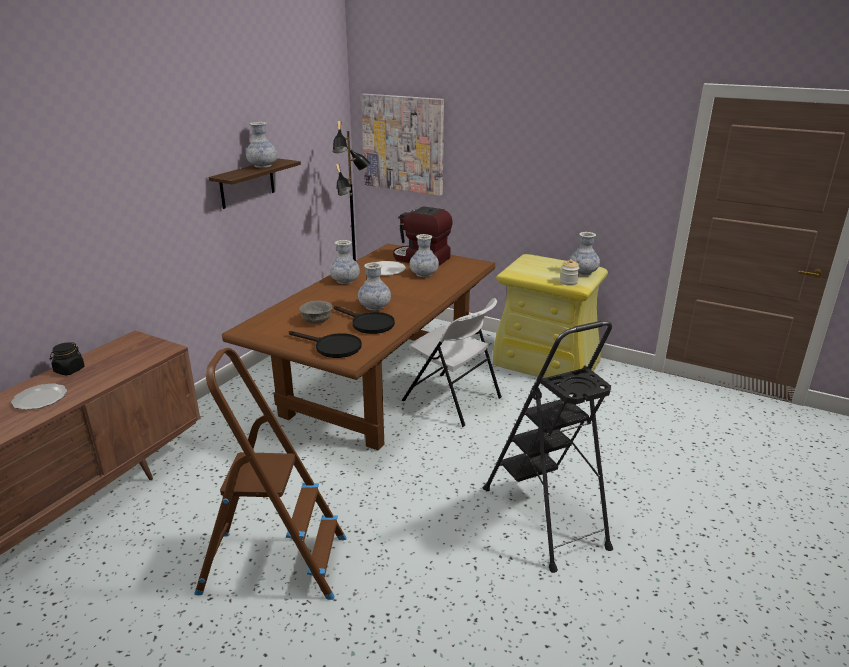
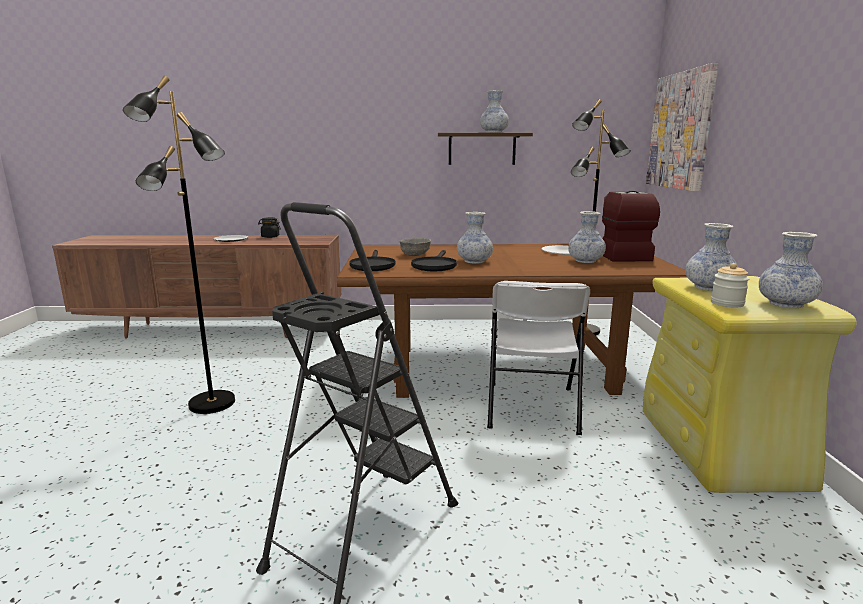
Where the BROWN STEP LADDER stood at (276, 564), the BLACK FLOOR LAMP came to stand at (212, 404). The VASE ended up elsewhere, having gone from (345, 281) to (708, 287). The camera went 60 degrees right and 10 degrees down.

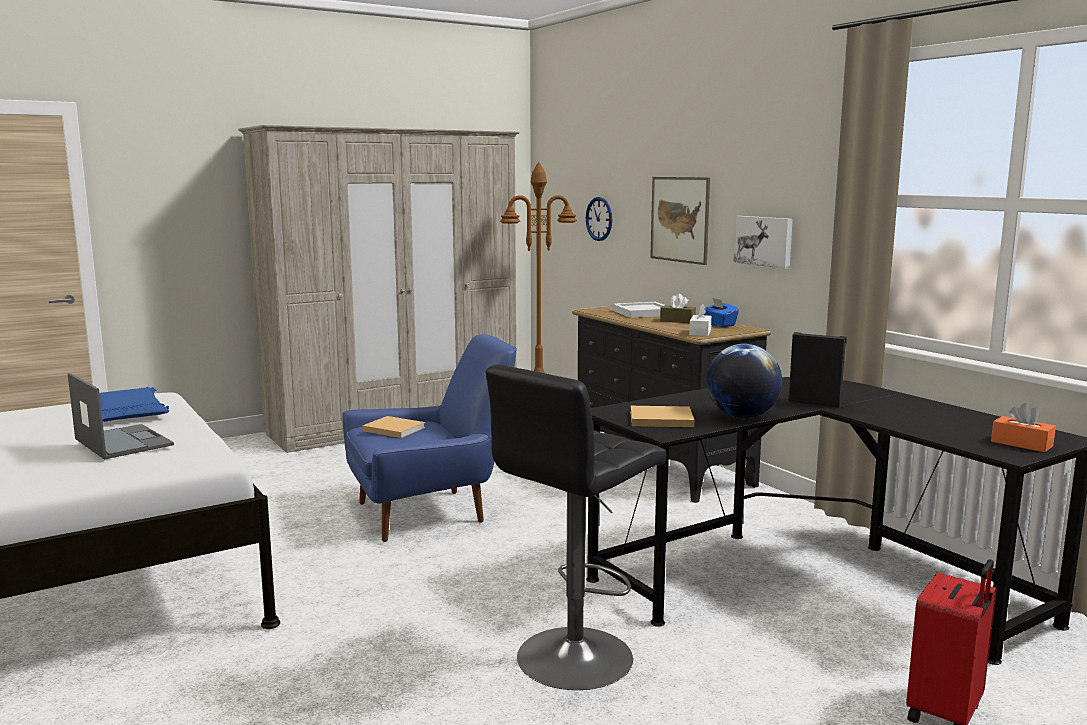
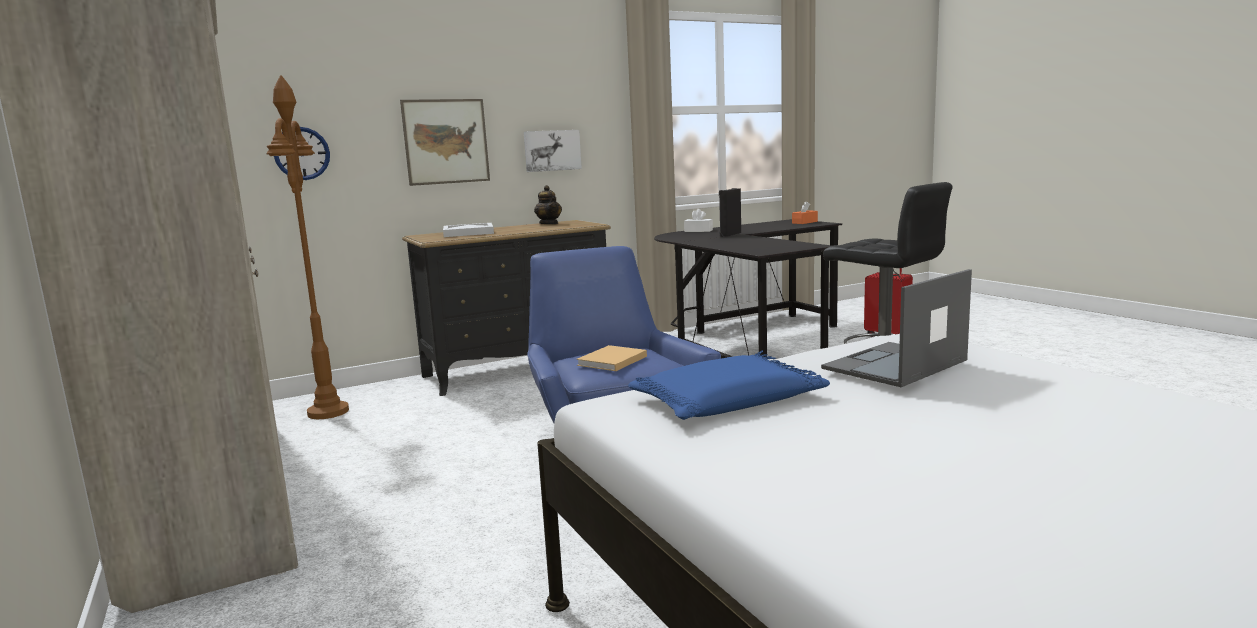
The second view lost the BEIGE BOOK at (659, 419). The second view lost the BROWN TISSUE BOX at (677, 321). The WHITE TISSUE BOX ended up elsewhere, having gone from (700, 332) to (698, 231). Where the BLUE TISSUE BOX stood at (718, 325), the TEAPOT came to stand at (549, 224). The second view lost the GLOBE at (742, 416). The camera went 85 degrees left and 0 degrees up.

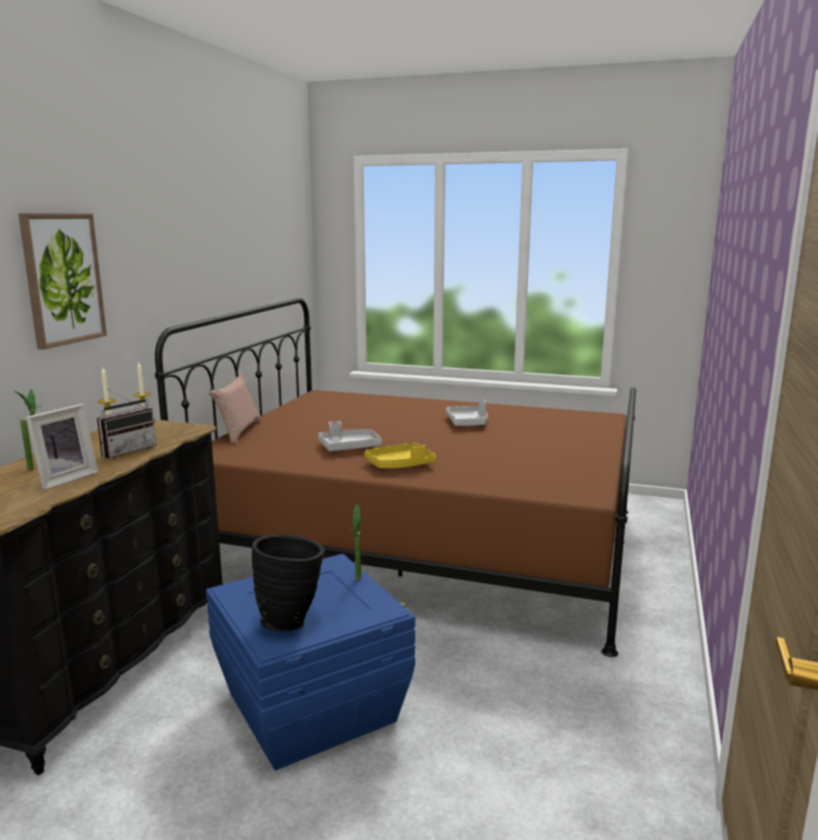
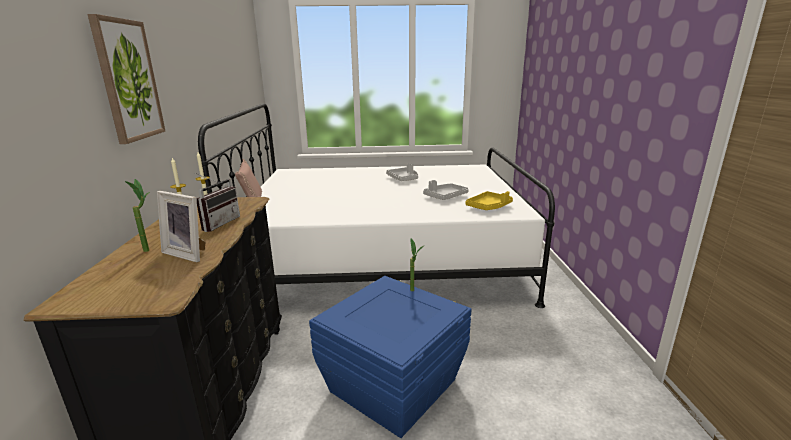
The PICTURE FRAME at (64, 478) ended up facing another way, 105 degrees clockwise from before. What was the BROWN BED at (423, 542) turned into the WHITE BED at (385, 259). The second view lost the BLACK VASE at (291, 621). The GREY TRAY ended up elsewhere, having gone from (349, 447) to (445, 196). The YELLOW TRAY ended up elsewhere, having gone from (400, 465) to (489, 207). The camera went 20 degrees left and 5 degrees up.

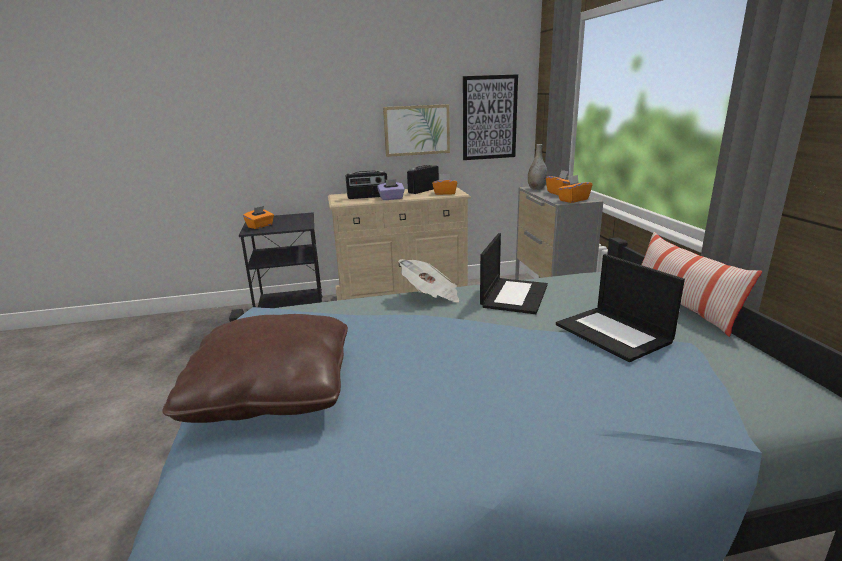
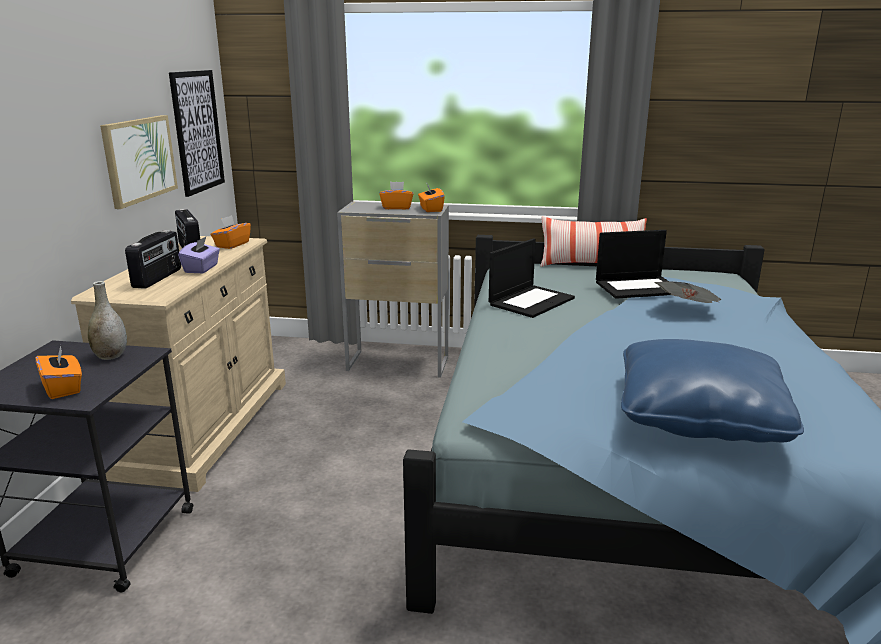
What was the BROWN PILLOW at (271, 390) turned into the BLUE PILLOW at (699, 416). The NEWSPAPER ended up elsewhere, having gone from (431, 296) to (687, 309). The LAPTOP at (514, 295) ended up facing another way, 90 degrees clockwise from before. The GREY VASE ended up elsewhere, having gone from (536, 188) to (111, 356). The camera went 70 degrees left and 0 degrees up.

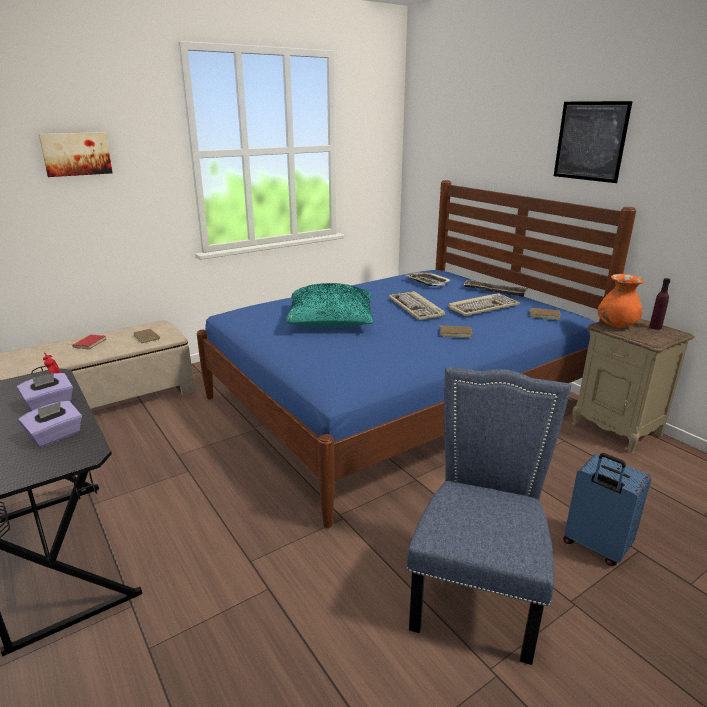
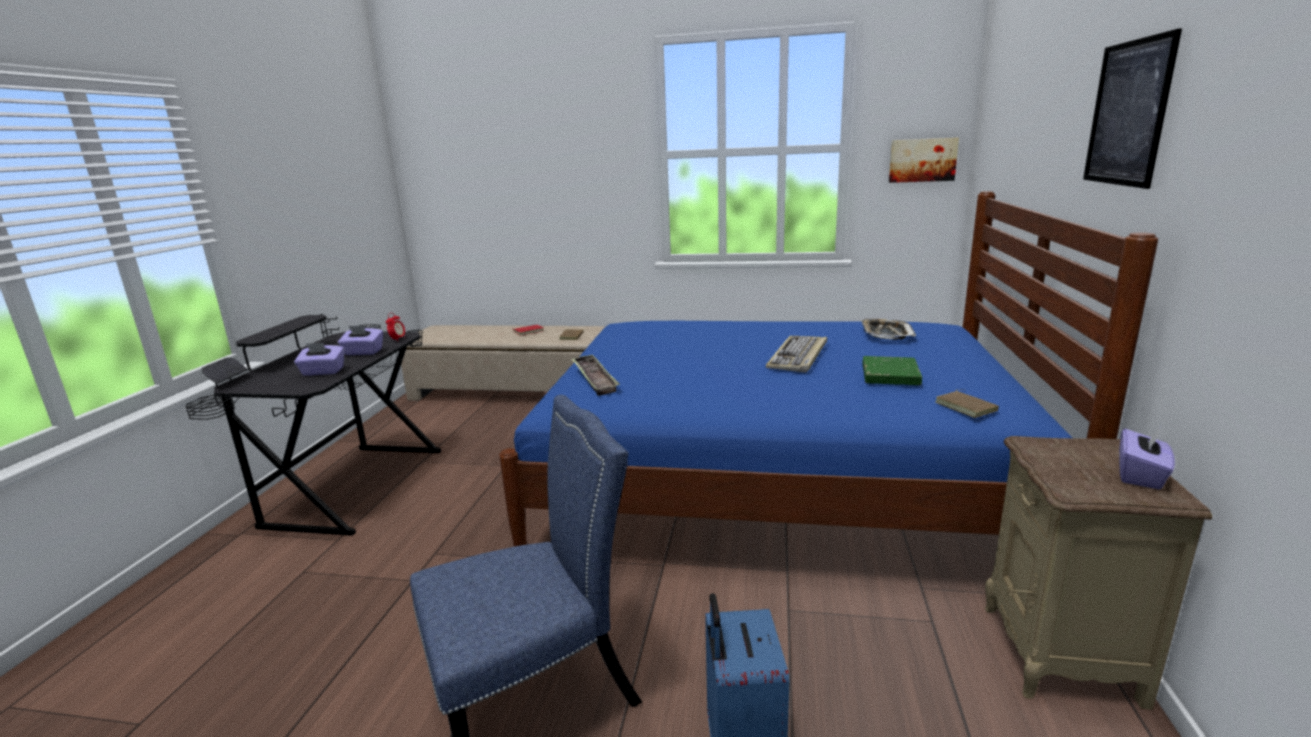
The PICTURE ended up elsewhere, having gone from (76, 154) to (922, 160). The second view lost the TURQUOISE PILLOW at (330, 319). The second view lost the BROWN BOOK at (455, 333). Where the KEYBOARD stood at (483, 307), the GREEN BOOK came to stand at (890, 375). The TRAY ended up elsewhere, having gone from (494, 291) to (594, 379). The second view lost the ORANGE VASE at (616, 325). Where the PURPLE BOTTLE stood at (655, 327), the PURPLE TISSUE BOX came to stand at (1140, 475). The camera went 45 degrees right and 5 degrees down.

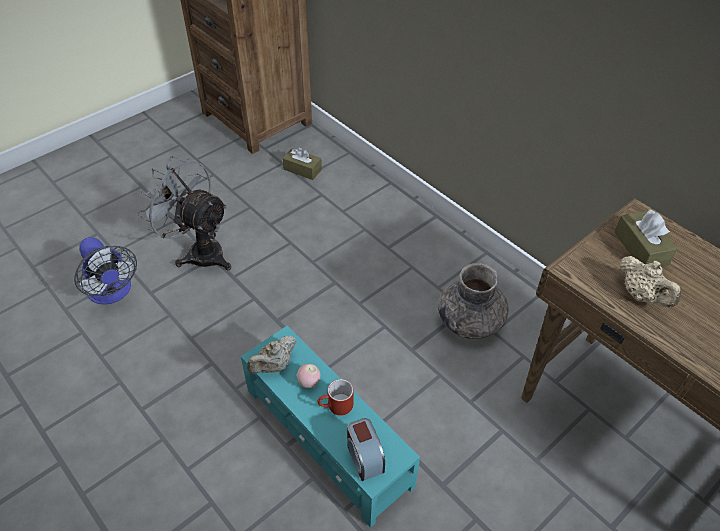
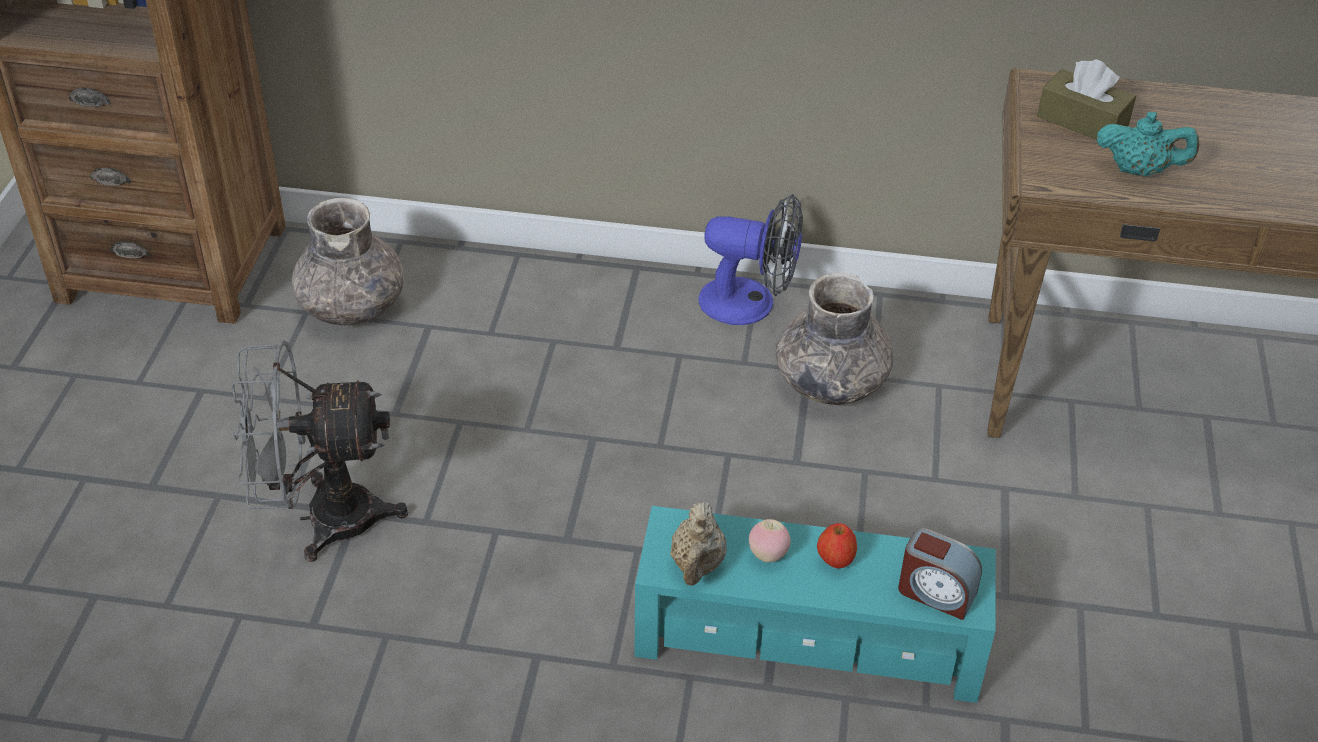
The FAN ended up elsewhere, having gone from (112, 293) to (750, 303). Where the BROWN TISSUE BOX stood at (302, 169), the GREY VASE came to stand at (352, 305). Where the RED MUG stood at (336, 407), the APPLE came to stand at (835, 560). What was the BEIGE TEAPOT at (641, 296) turned into the TURQUOISE TEAPOT at (1139, 171). The camera went 40 degrees left and 5 degrees down.

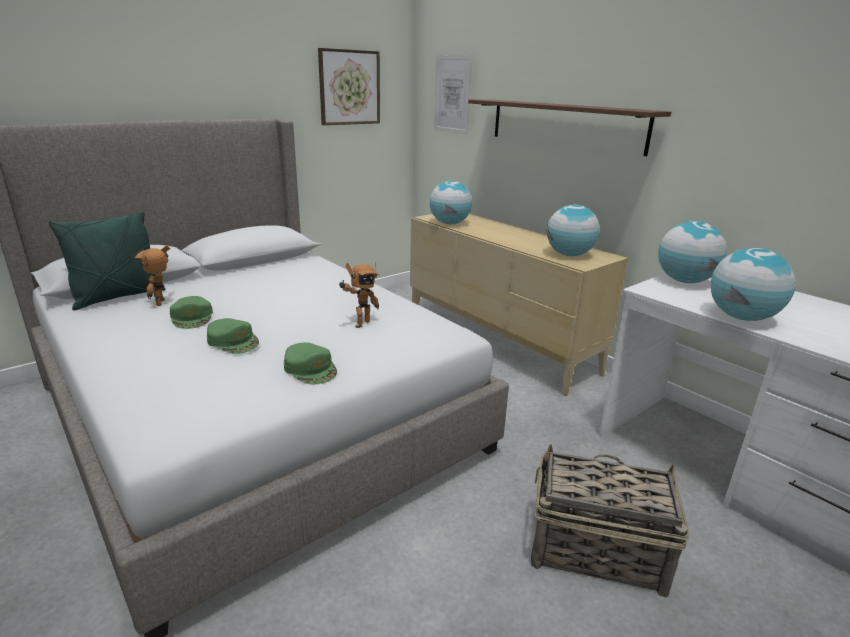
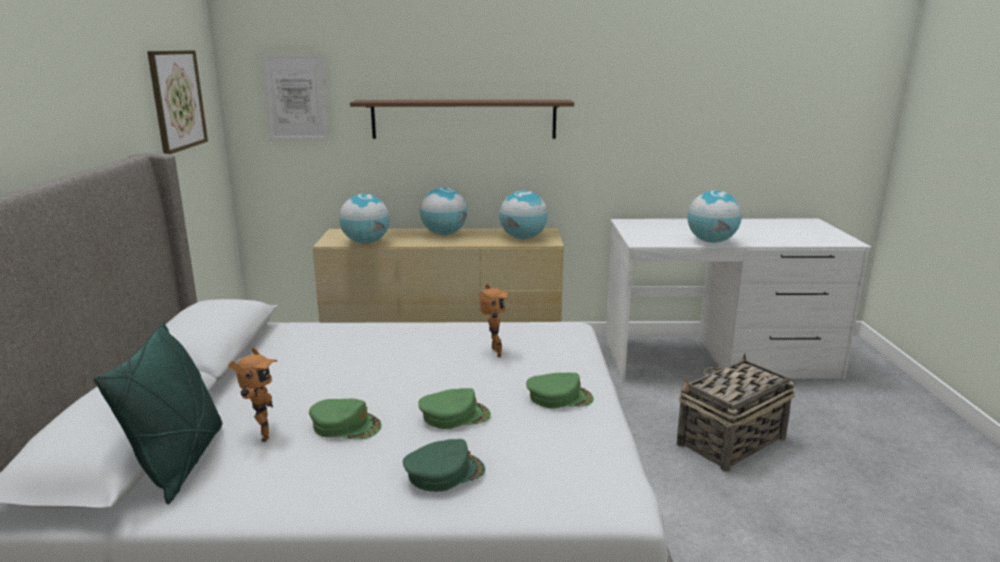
The TOY ROBOT at (163, 302) ended up facing another way, 135 degrees counterclockwise from before. The GLOBE ended up elsewhere, having gone from (684, 281) to (444, 234). The second view gained the GREEN CAP at (444, 472). The camera went 50 degrees left and 5 degrees down.

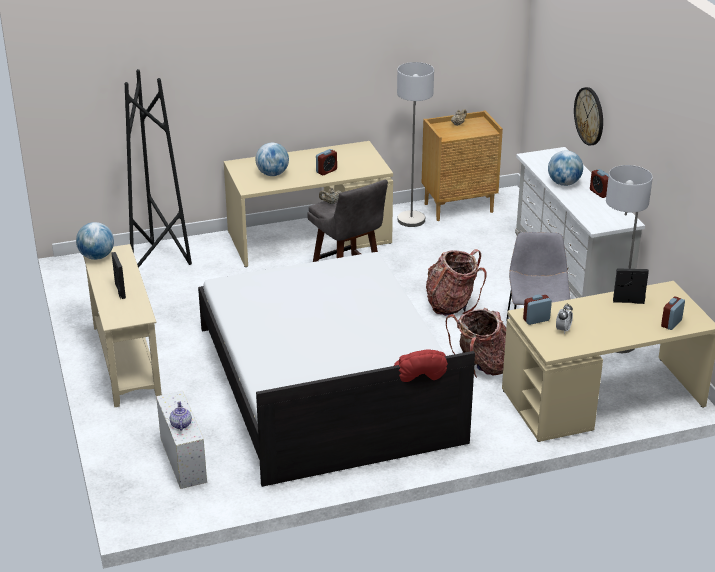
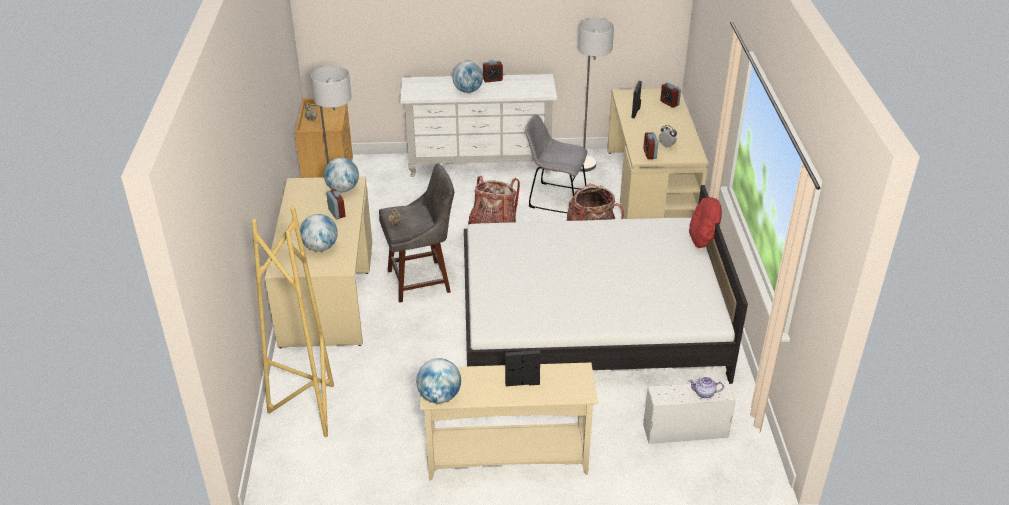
What was the BLACK CLOTHES RACK at (159, 260) turned into the YELLOW CLOTHES RACK at (309, 411). The second view lost the WALL CLOCK at (589, 116). The second view gained the GLOBE at (343, 189). The camera went 75 degrees left and 5 degrees up.

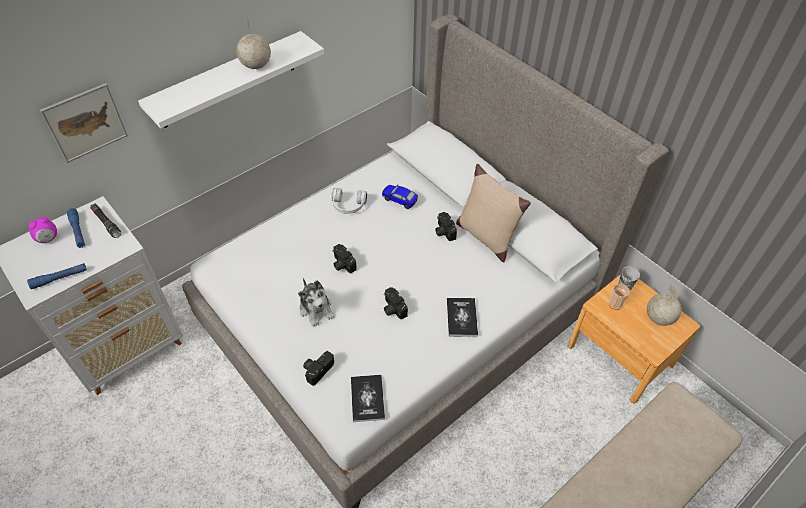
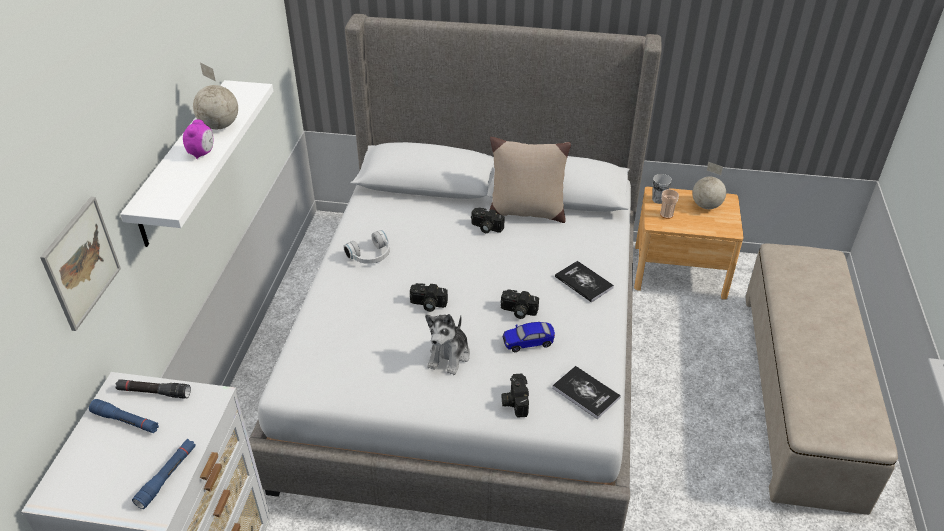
The ALARM CLOCK ended up elsewhere, having gone from (48, 239) to (202, 153). The PLUSH TOY at (316, 309) ended up facing another way, 90 degrees clockwise from before. The TOY CAR ended up elsewhere, having gone from (399, 200) to (528, 343). The camera went 40 degrees left and 10 degrees down.

